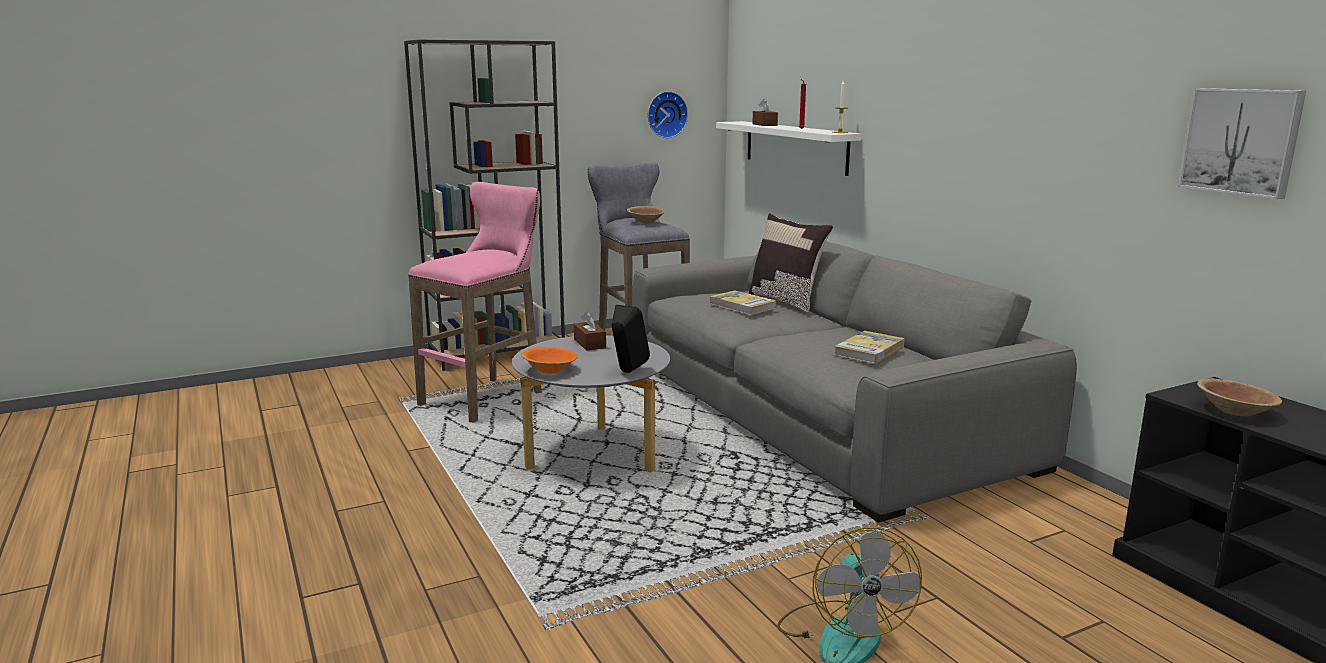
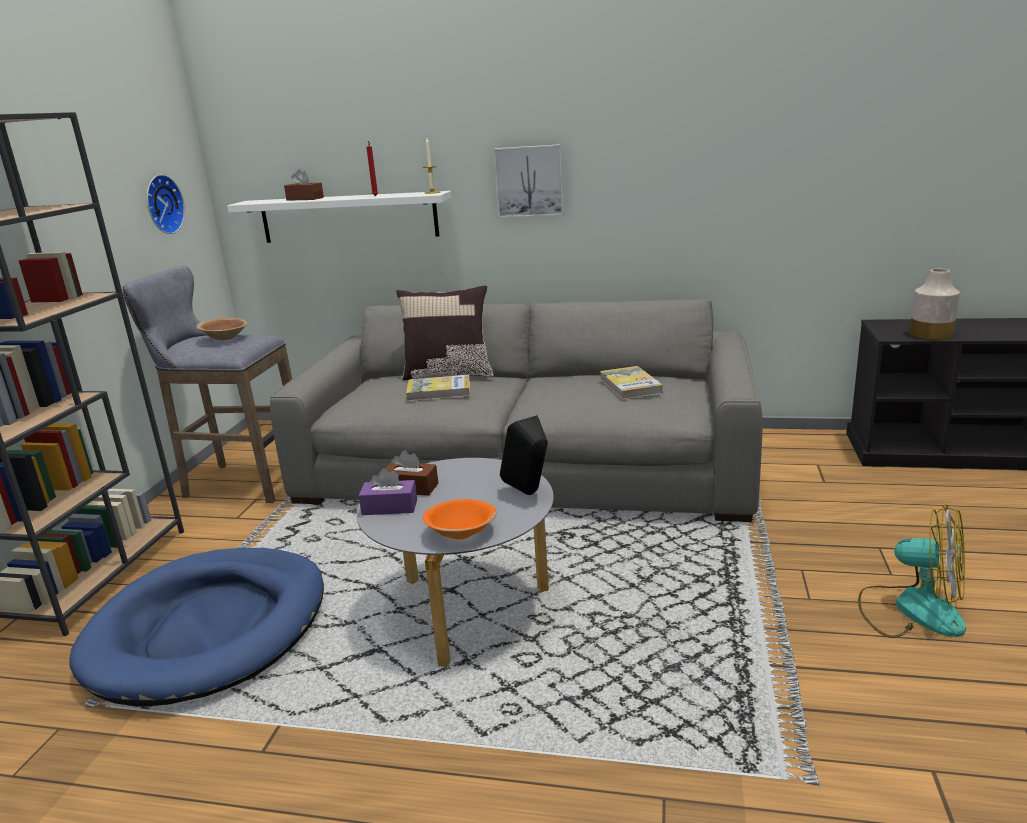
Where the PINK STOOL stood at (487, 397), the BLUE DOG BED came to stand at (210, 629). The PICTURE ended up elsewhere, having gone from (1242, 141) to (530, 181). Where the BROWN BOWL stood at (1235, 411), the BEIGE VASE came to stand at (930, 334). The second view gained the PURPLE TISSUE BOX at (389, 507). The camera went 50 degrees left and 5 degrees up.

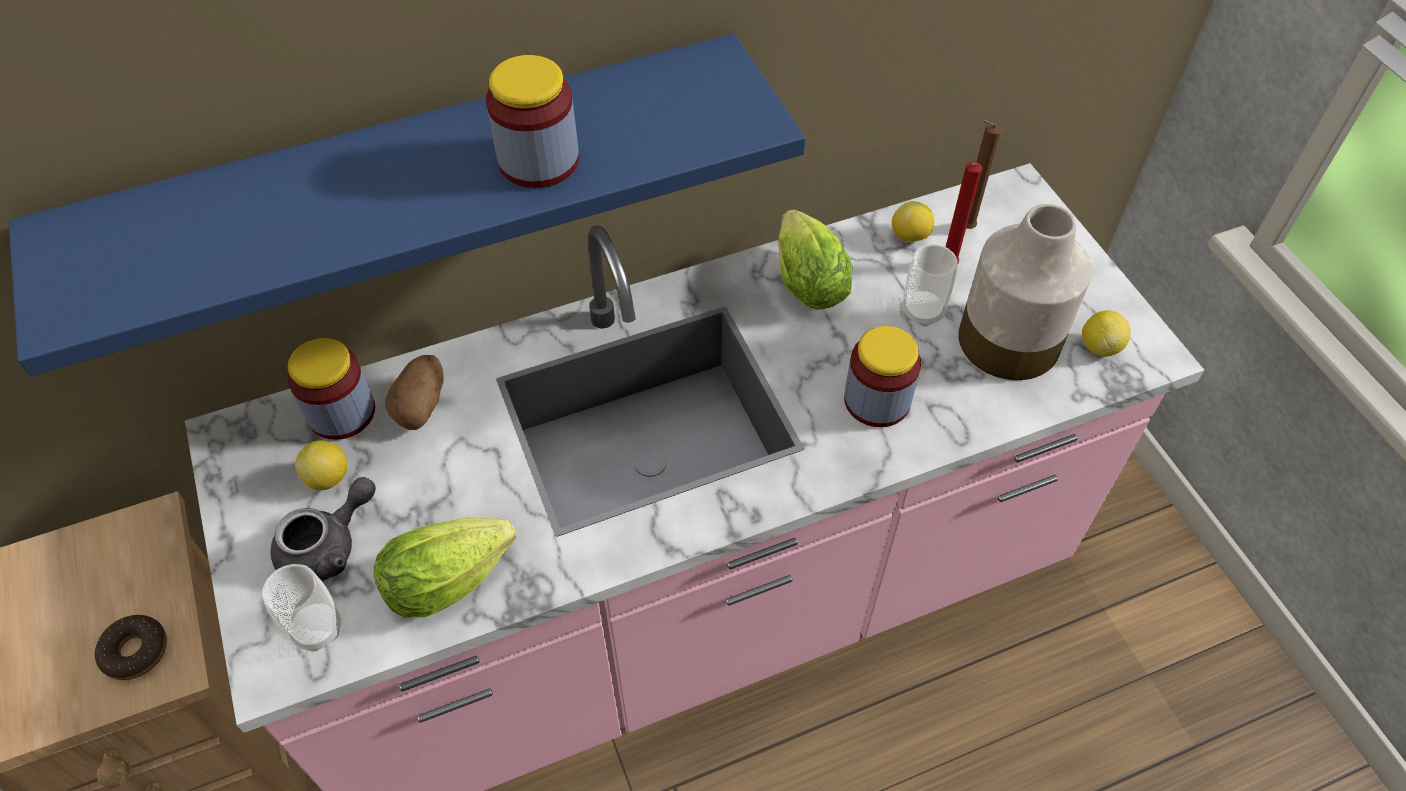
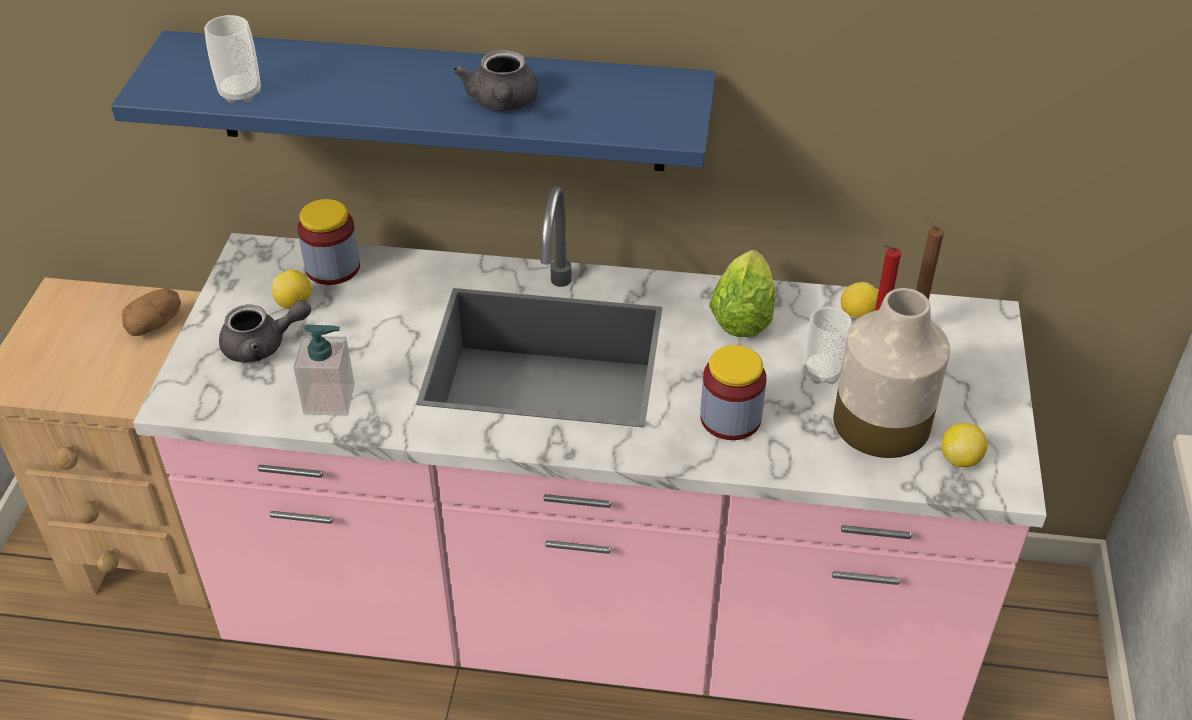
The second view lost the DONUT at (136, 651). The CUP ended up elsewhere, having gone from (317, 629) to (240, 93). Where the LETTUCE stood at (455, 577), the SOAP DISPENSER came to stand at (329, 399). The POTATO ended up elsewhere, having gone from (421, 404) to (155, 324). Where the JAR stood at (538, 161), the GREY TEAPOT came to stand at (502, 103). The camera went 30 degrees right and 10 degrees down.

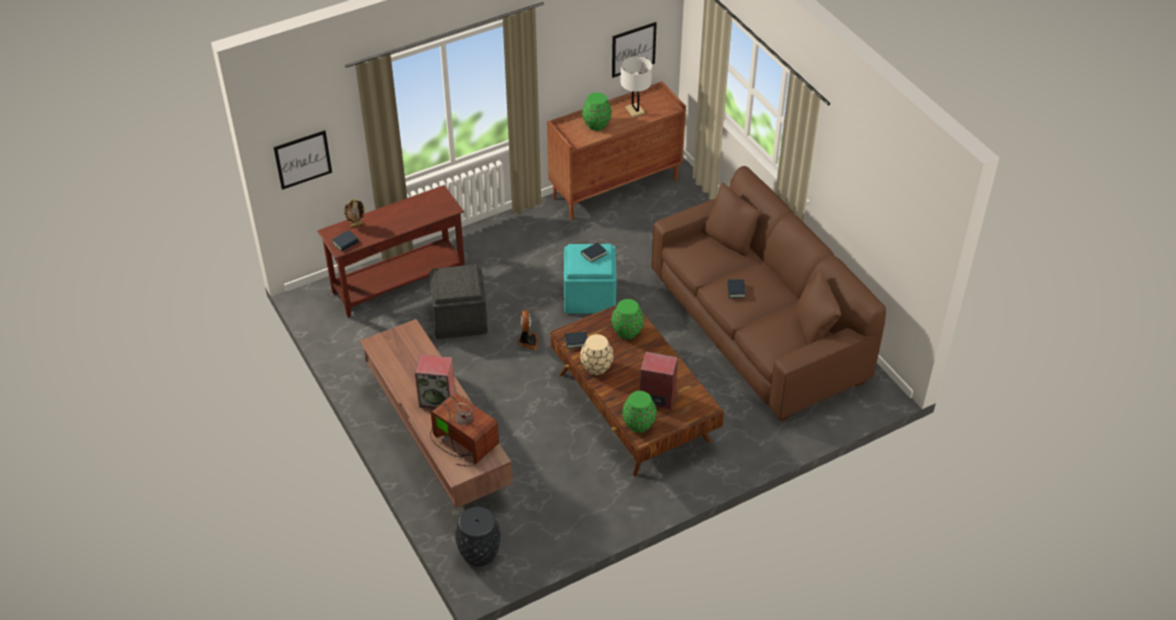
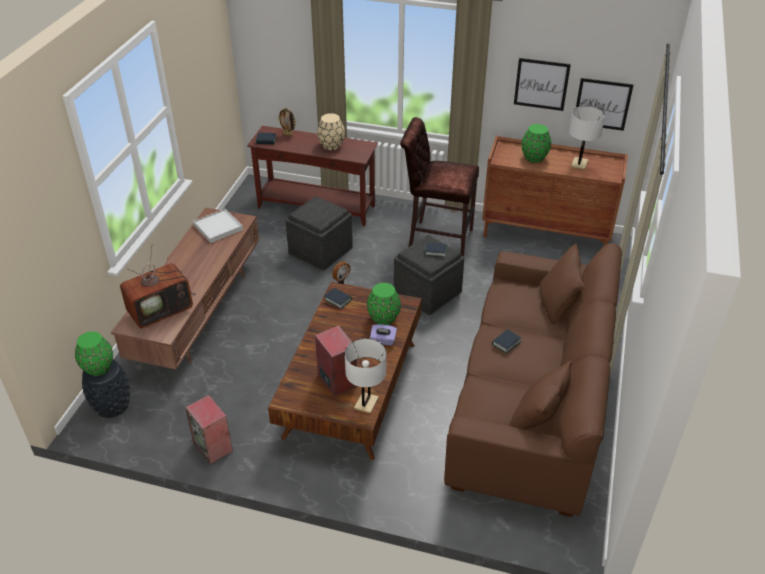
The PICTURE ended up elsewhere, having gone from (303, 159) to (541, 84). The SPEAKER ended up elsewhere, having gone from (438, 399) to (213, 447). The TELEVISION at (462, 443) ended up facing another way, 60 degrees clockwise from before. What was the TURQUOISE OTTOMAN at (590, 296) turned into the GREY OTTOMAN at (427, 293). The BEIGE VASE ended up elsewhere, having gone from (596, 367) to (332, 145). The GREEN VASE ended up elsewhere, having gone from (638, 424) to (98, 368). The second view gained the WHITE TRAY at (218, 227). The second view gained the WHITE TABLE LAMP at (366, 403). The second view gained the PURPLE TISSUE BOX at (383, 340). The second view gained the BROWN STOOL at (436, 238). The camera went 45 degrees right and 5 degrees down.

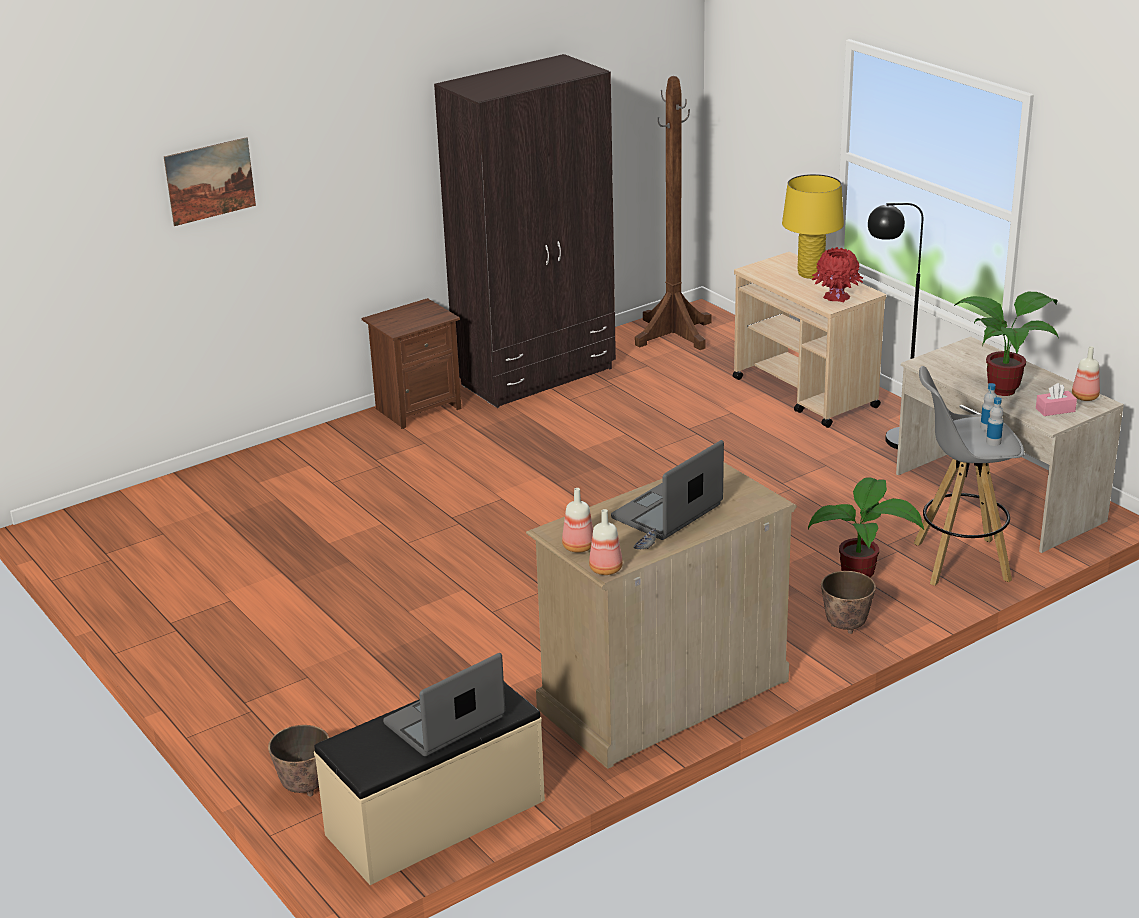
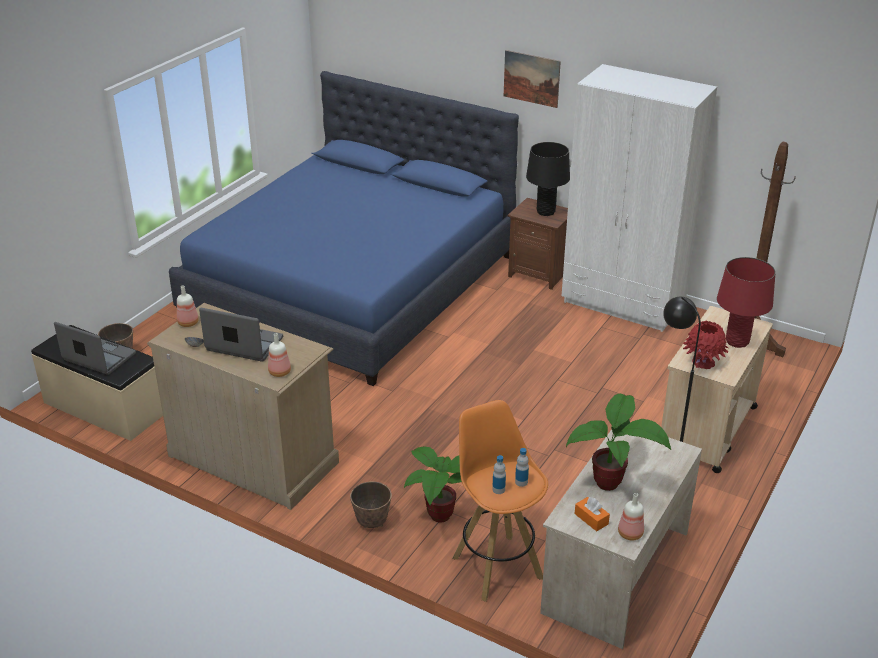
The PICTURE ended up elsewhere, having gone from (210, 181) to (531, 78). What was the BROWN WARDROBE at (536, 376) turned into the WHITE WARDROBE at (622, 305). The BOTTLE ended up elsewhere, having gone from (605, 568) to (280, 372). What was the YELLOW TABLE LAMP at (810, 274) turned into the RED TABLE LAMP at (737, 342). What was the GREY STOOL at (959, 561) turned into the ORANGE STOOL at (497, 566). What was the PINK TISSUE BOX at (1055, 410) turned into the ORANGE TISSUE BOX at (591, 519). The second view gained the BLUE BED at (352, 284). The second view gained the BLACK TABLE LAMP at (546, 212). The camera went 65 degrees right and 5 degrees up.

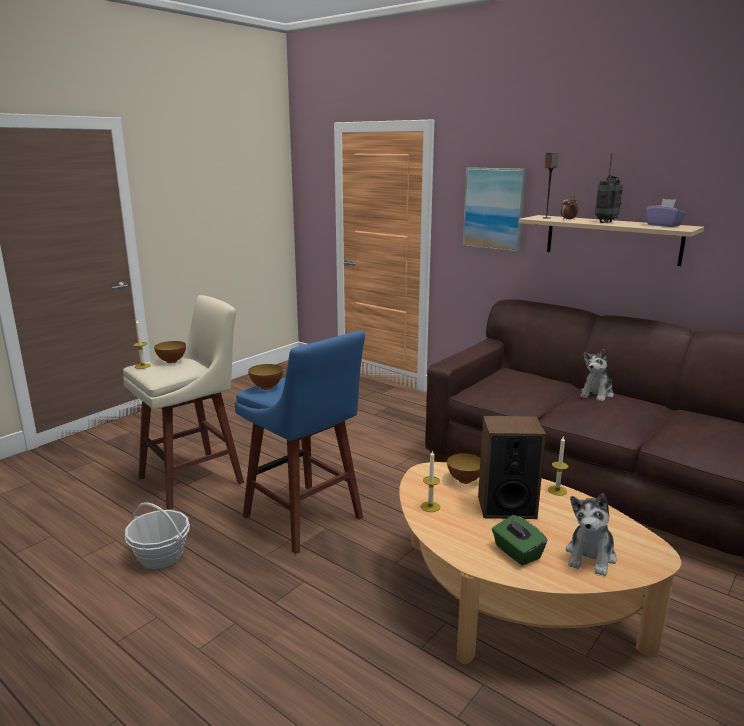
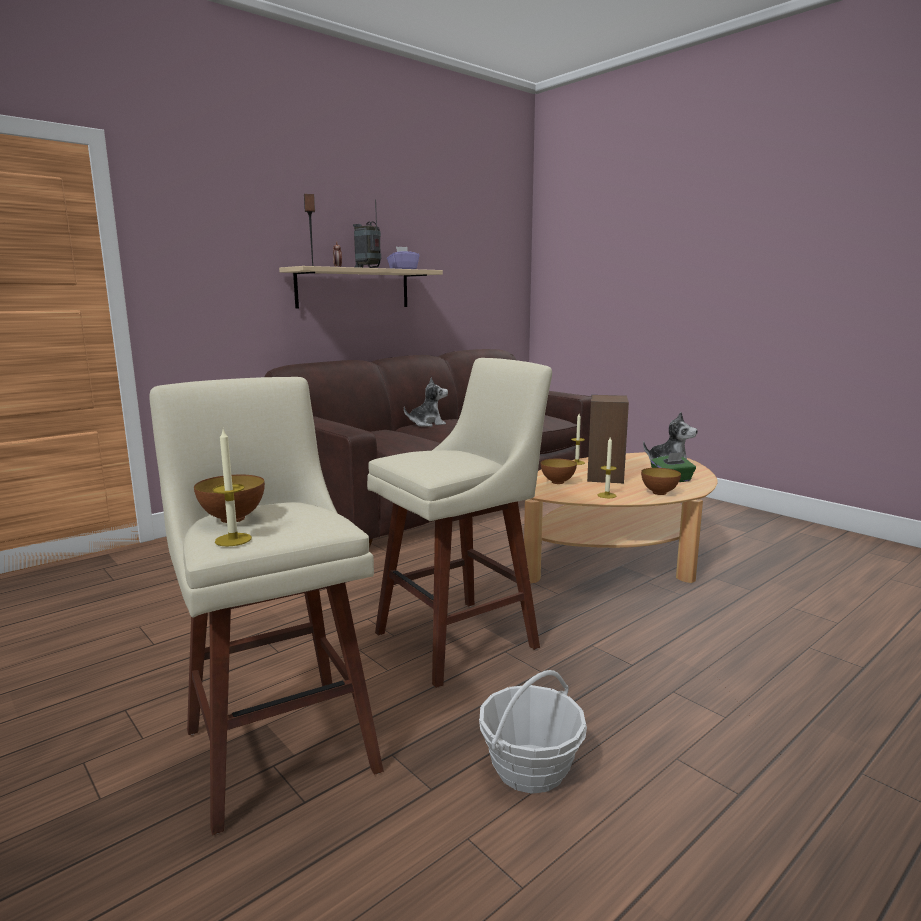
What was the BLUE STOOL at (304, 519) turned into the BEIGE STOOL at (460, 640). The BOWL ended up elsewhere, having gone from (266, 387) to (659, 493). The second view lost the PICTURE at (494, 209). The PLUSH TOY at (596, 394) ended up facing another way, 60 degrees counterclockwise from before. The camera went 80 degrees left and 5 degrees down.

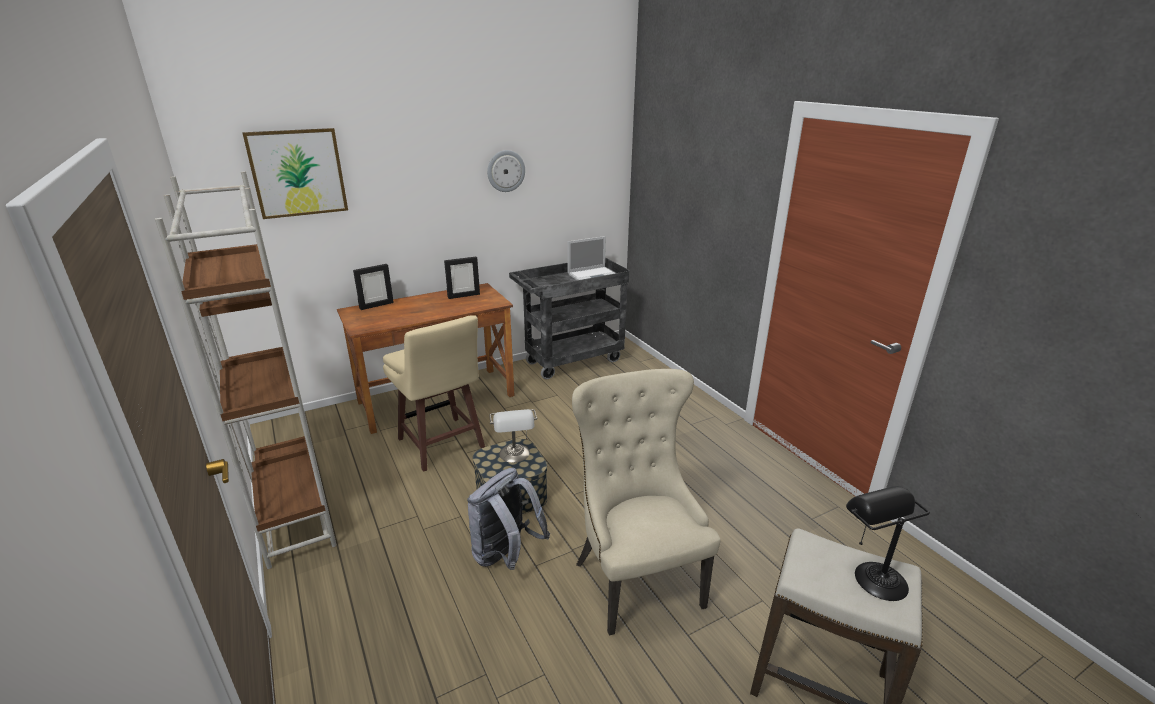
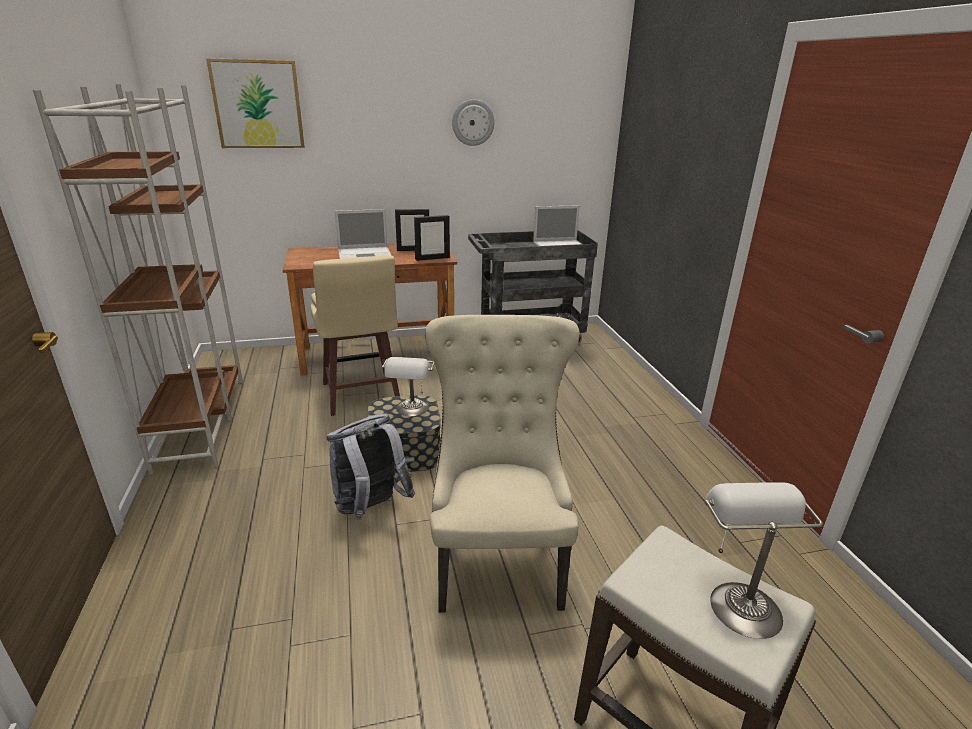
The PICTURE FRAME ended up elsewhere, having gone from (376, 305) to (432, 258). What was the BLACK TABLE LAMP at (872, 573) turned into the WHITE TABLE LAMP at (737, 597). The second view gained the LAPTOP at (366, 254). The camera went 15 degrees right and 0 degrees up.

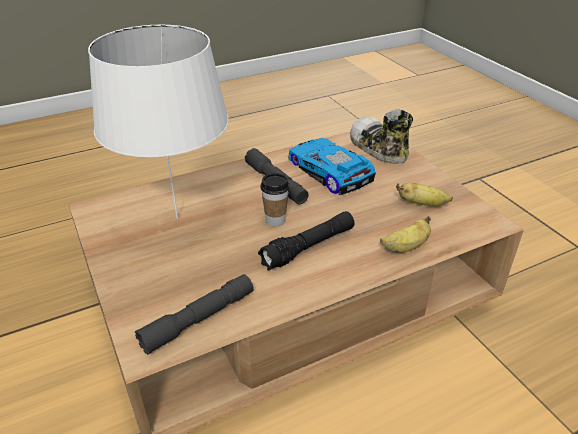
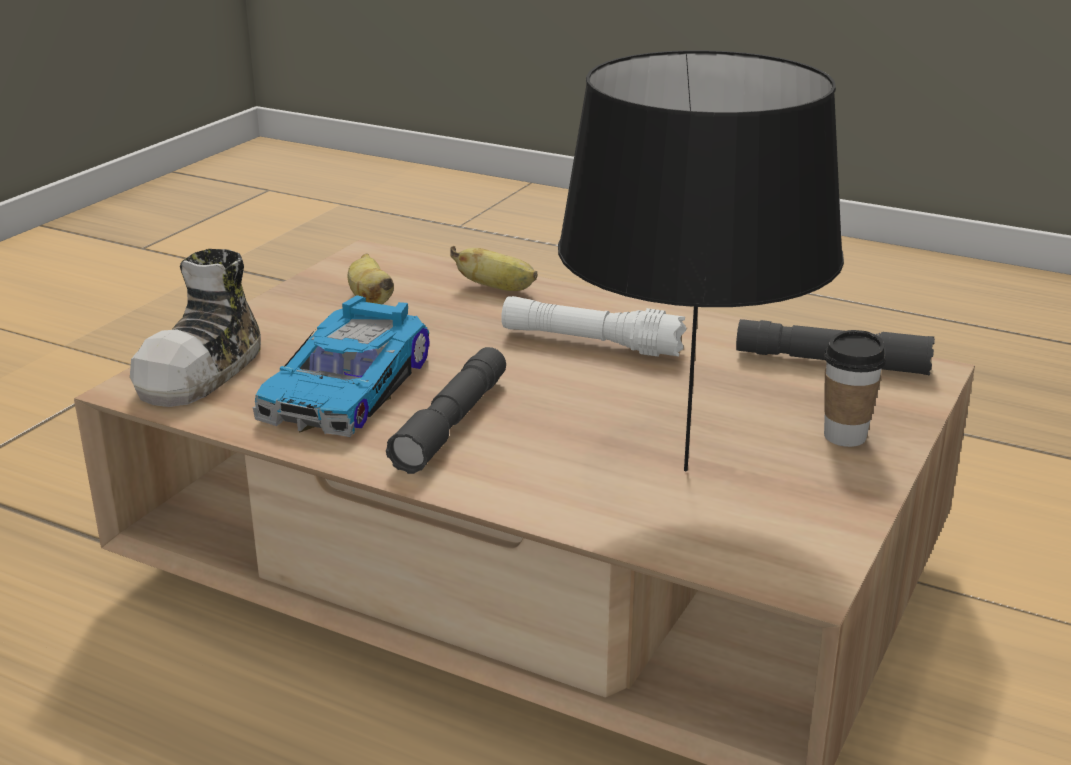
What was the WHITE TABLE LAMP at (176, 218) turned into the BLACK TABLE LAMP at (686, 471). What was the BLACK FLASHLIGHT at (308, 247) turned into the WHITE FLASHLIGHT at (591, 343). The CUP ended up elsewhere, having gone from (275, 220) to (845, 436). The camera went 125 degrees left and 10 degrees down.

